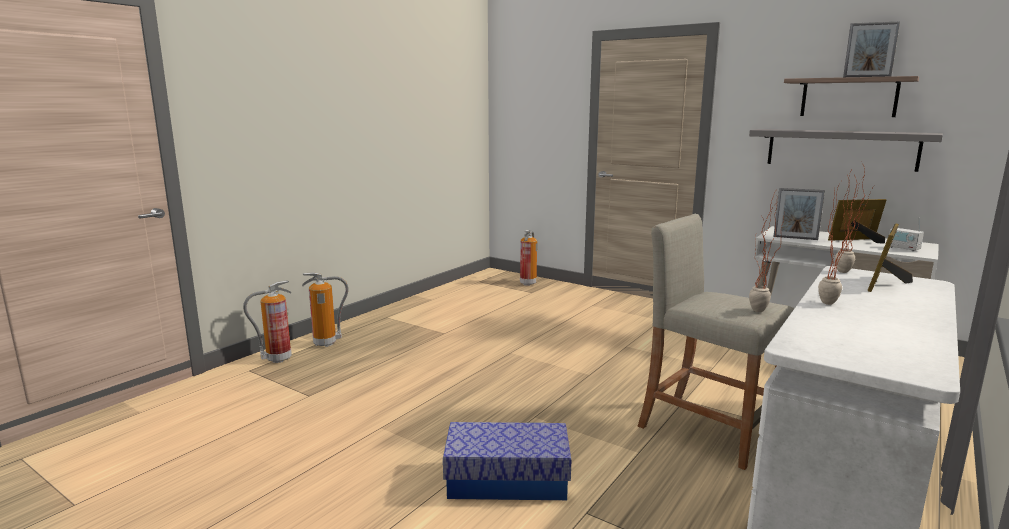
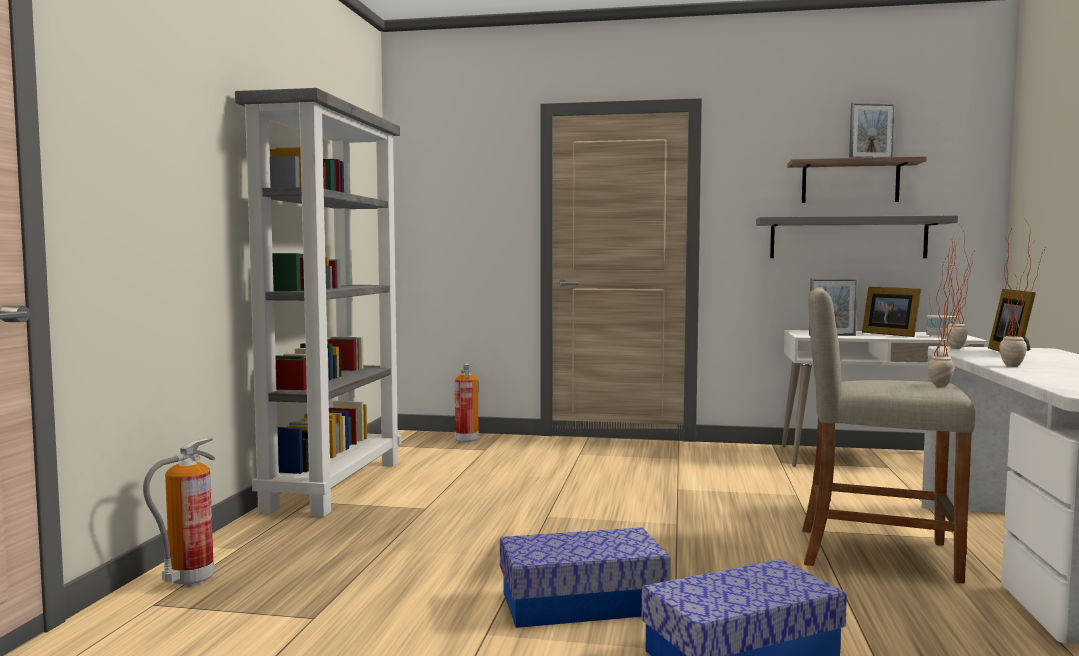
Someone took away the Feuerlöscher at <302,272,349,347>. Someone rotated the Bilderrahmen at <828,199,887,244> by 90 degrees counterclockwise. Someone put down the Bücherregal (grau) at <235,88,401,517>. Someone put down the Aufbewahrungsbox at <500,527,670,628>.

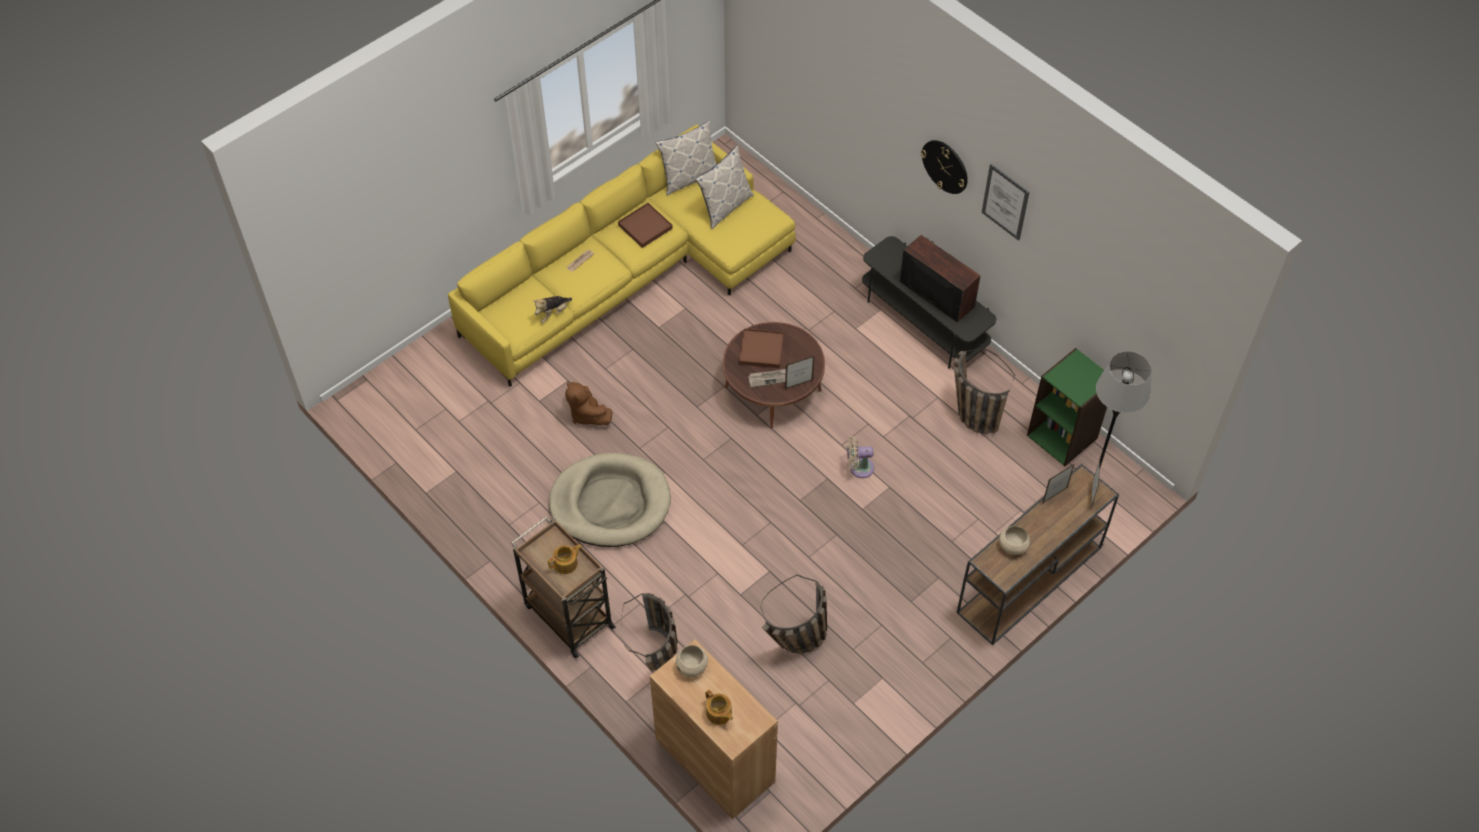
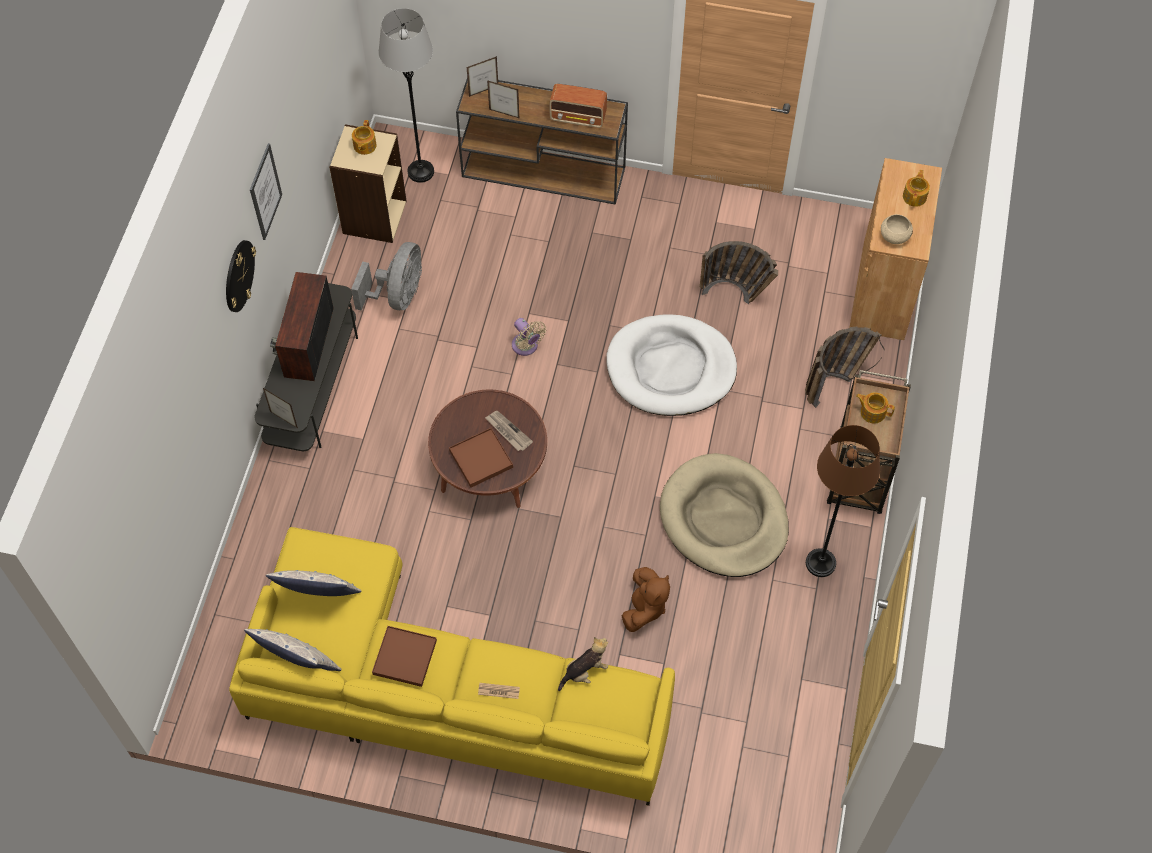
Someone rotated the Plüschtier at <533,296,572,323> by 45 degrees counterclockwise. Someone carried the Bilderrahmen from <785,356,815,389> to <263,388,298,428>. Someone swapped the Korb at <954,347,1015,434> for the Ventilator (grau) at <351,242,422,311>. Someone swapped the Schüssel (beige) at <999,526,1030,555> for the Radio at <549,84,607,128>. Someone repainted the Bücherregal (grün) at <1027,348,1107,466>, which became the Bücherregal (beige) at <329,124,407,243>. Someone put down the Teekanne at <352,120,377,155>. Someone put down the Hundebett (weiß) at <607,314,737,416>. Someone put down the Stehlampe (braun) at <806,425,880,577>.

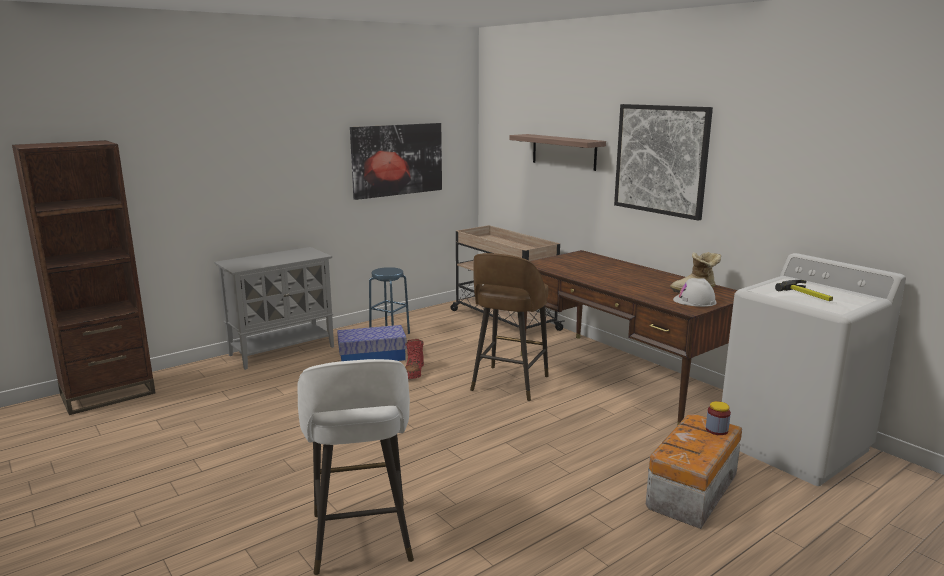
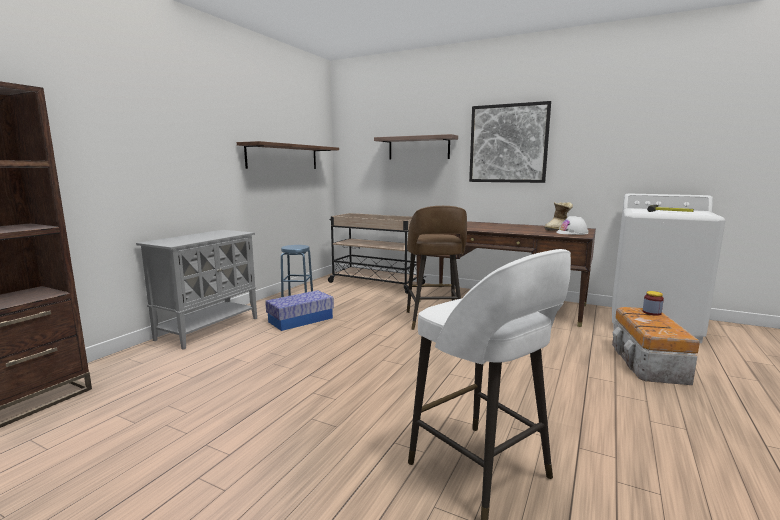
Someone swapped the Bild at <350,123,442,200> for the Wandregal at <237,141,339,169>. Someone took away the Stiefel (rot) at <405,339,424,379>.

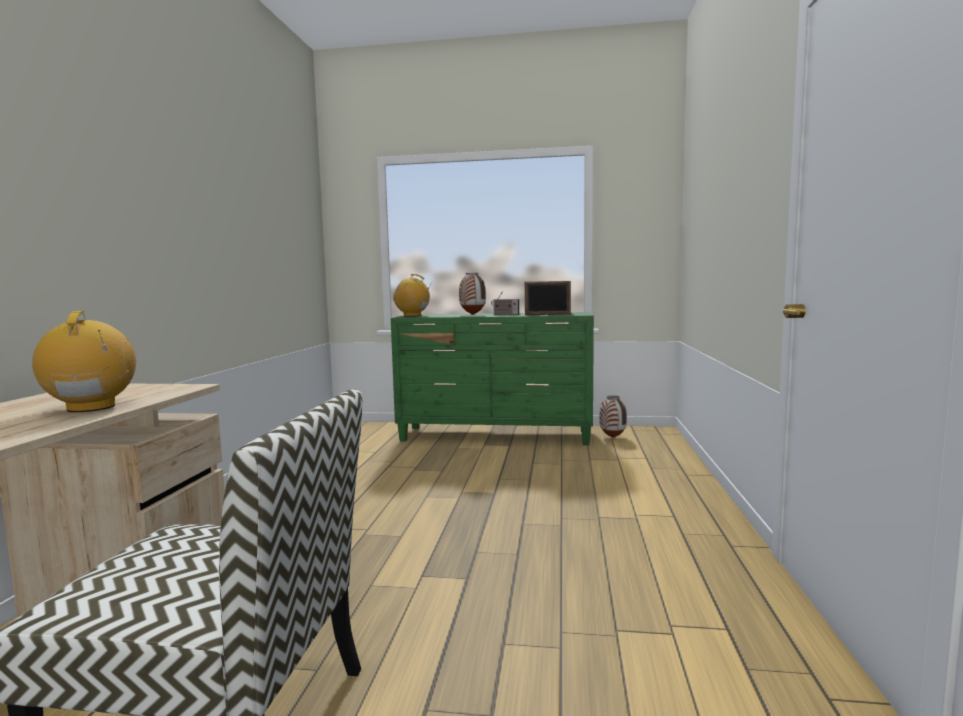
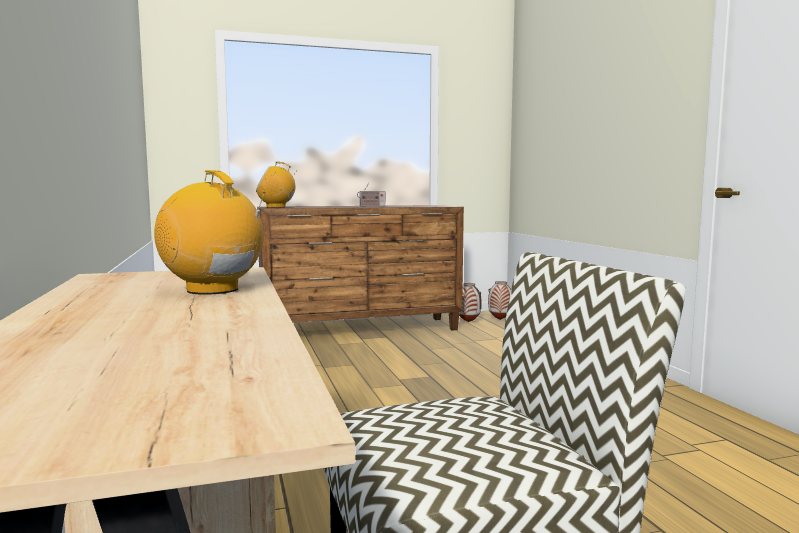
Someone repainted the Kommode (grün) at <391,312,594,445>, which became the Kommode (braun) at <257,205,464,331>. Someone carried the Vase from <459,273,486,315> to <488,281,511,320>. Someone took away the Bilderrahmen at <525,281,571,315>.

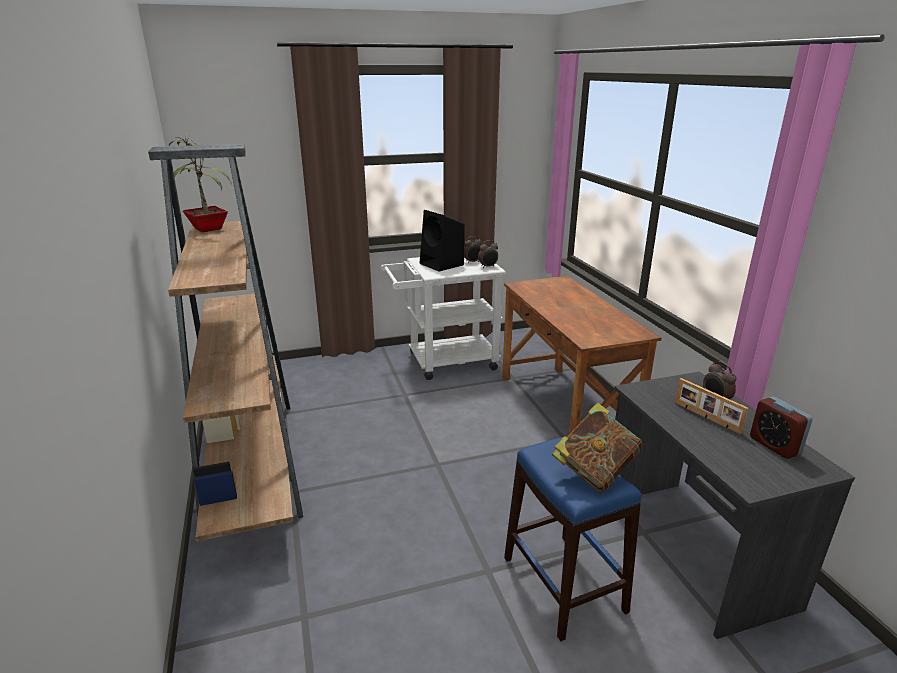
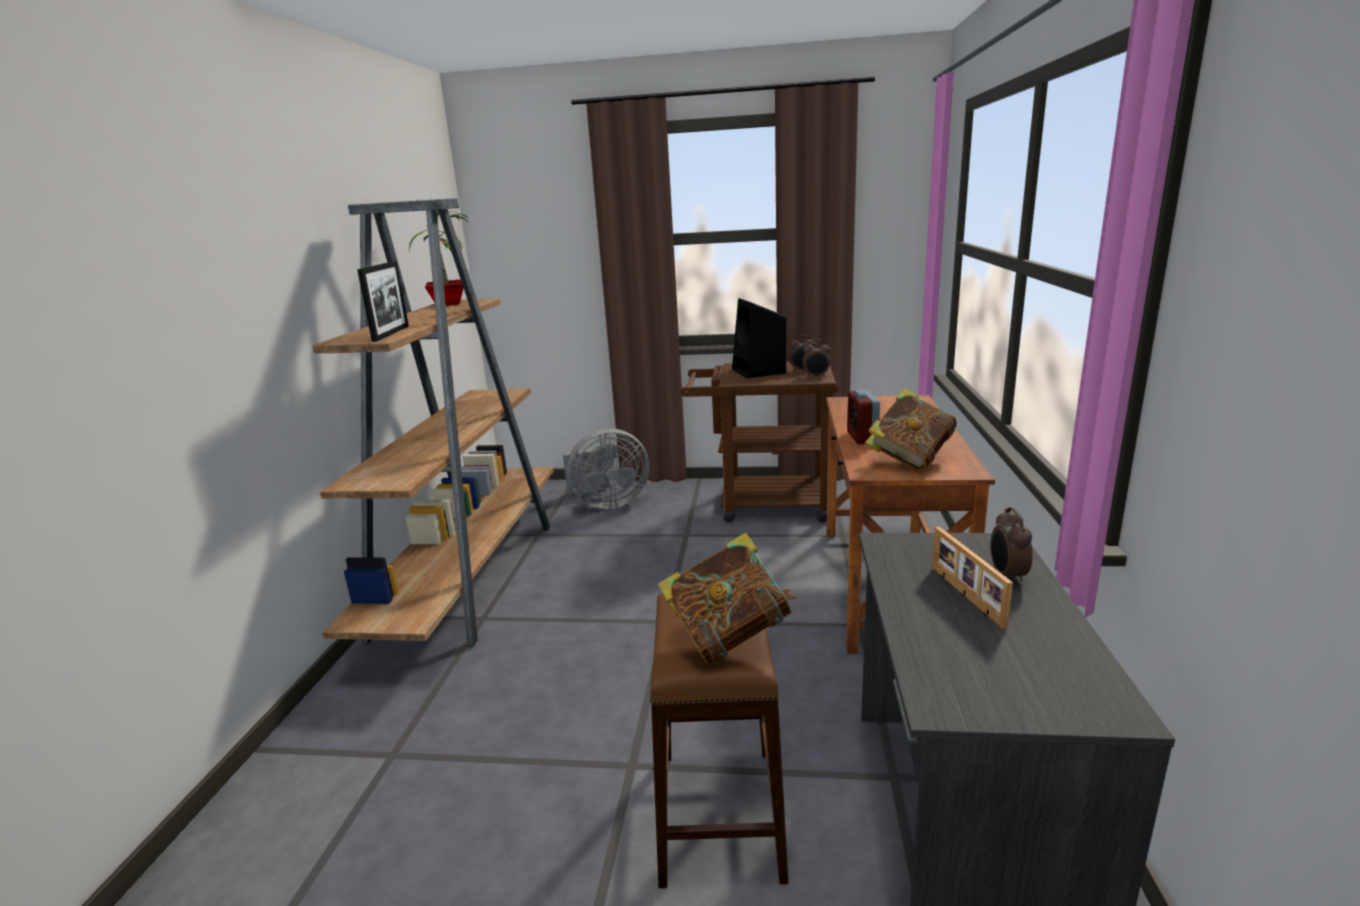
Someone repainted the Rollwagen (weiß) at <381,257,506,380>, which became the Rollwagen (braun) at <680,362,838,523>. Someone repainted the Hocker (blau) at <504,436,642,641>, which became the Hocker (braun) at <650,593,788,888>. Someone carried the Wecker from <750,397,813,459> to <847,390,880,444>. Someone put down the Bilderrahmen at <357,261,409,342>. Someone put down the Ventilator (grau) at <563,428,649,509>. Someone put down the Buch at <864,388,957,471>.

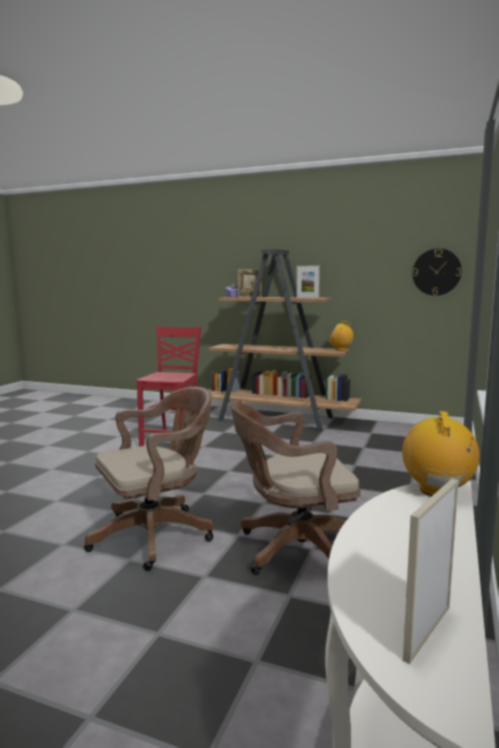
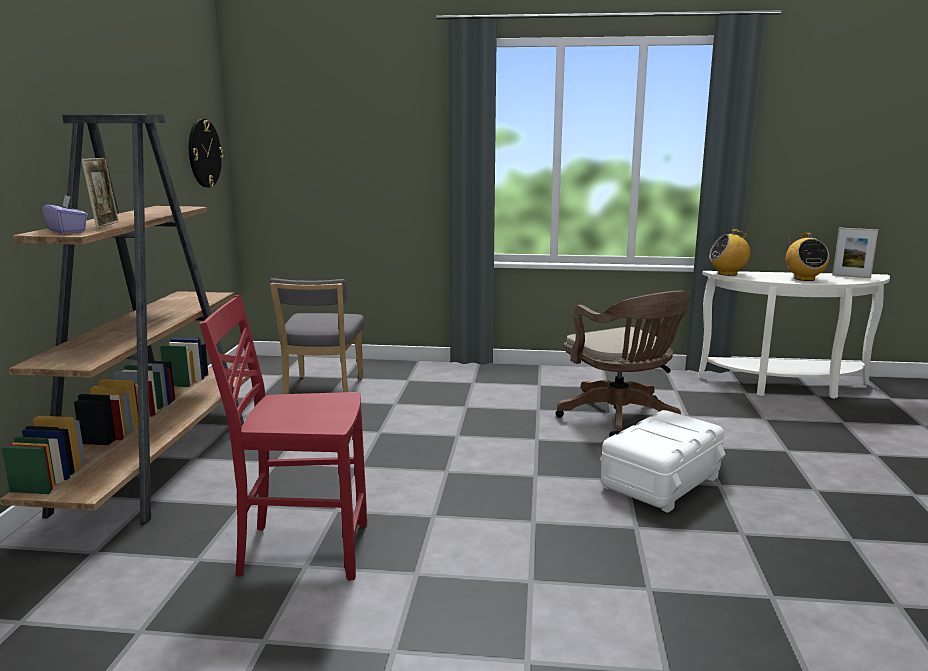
Someone swapped the Bürostuhl (braun) at <84,387,213,571> for the Aufbewahrungsbox (weiß) at <600,410,725,513>. Someone took away the Bilderrahmen at <296,265,320,298>. Someone carried the Radio from <328,321,354,350> to <786,233,829,281>. Someone put down the Stuhl (grau) at <270,278,364,394>.

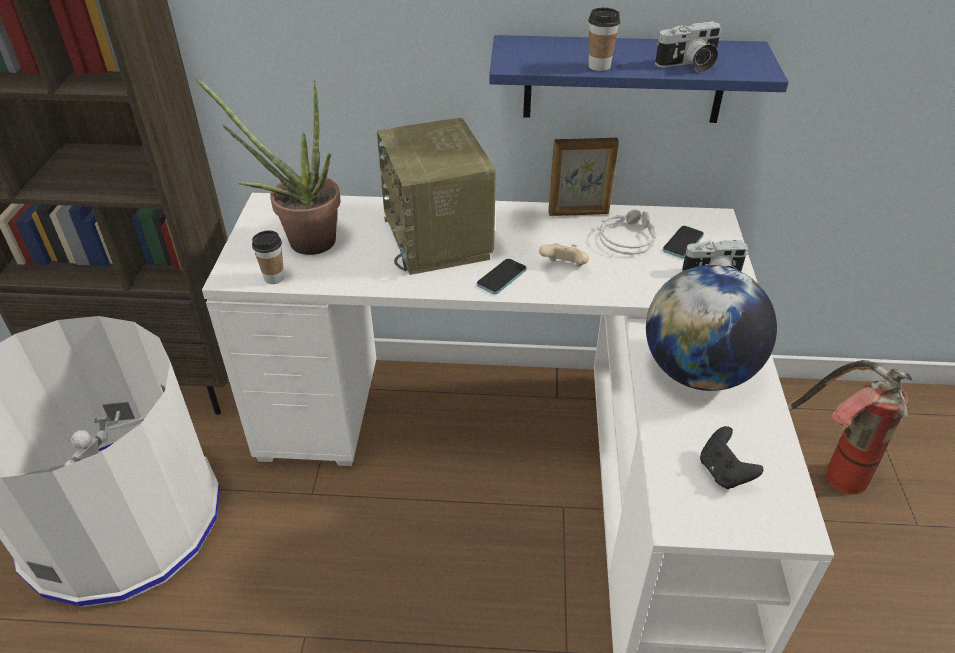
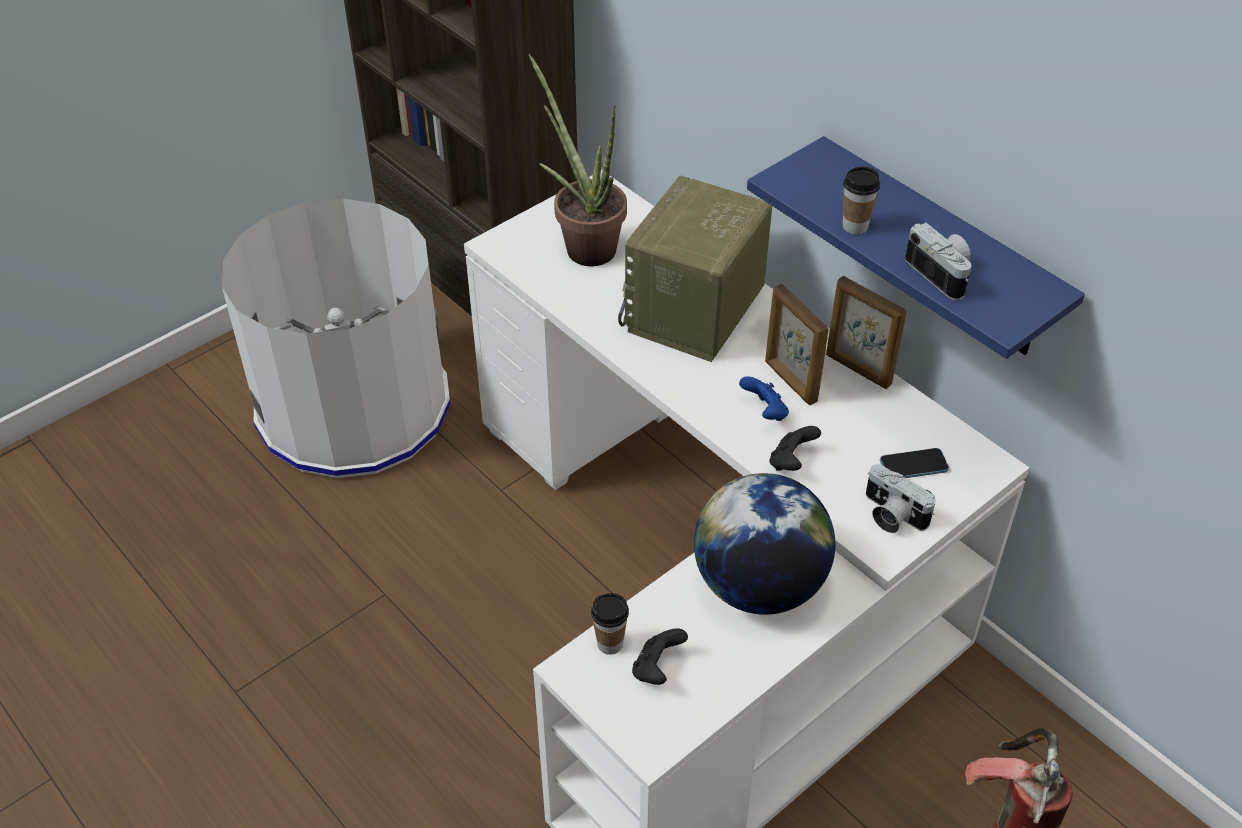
Someone carried the Tasse from <252,230,284,284> to <591,593,629,655>. Someone took away the Handy at <477,258,527,294>. Someone repainted the Gamepad (beige) at <539,243,589,267>, which became the Gamepad (blau) at <739,376,789,421>. Someone took away the Kopfhörer (grau) at <599,209,656,255>. Someone rotated the Kamera at <655,21,721,72> by 150 degrees counterclockwise. Someone put down the Bilderrahmen at <765,283,829,405>. Someone put down the Gamepad (schwarz) at <770,426,821,471>.

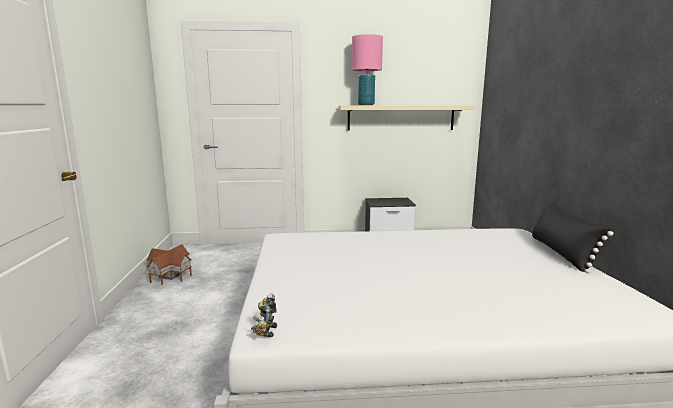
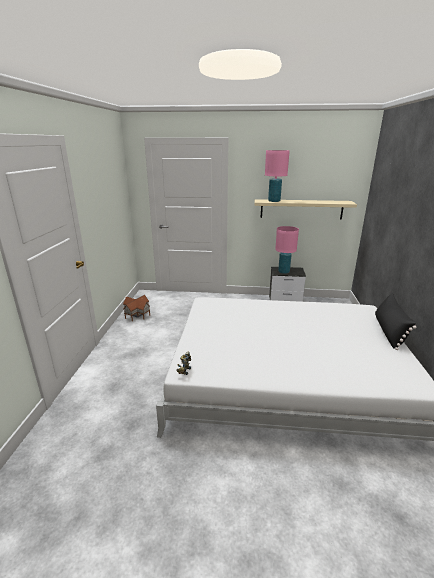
Someone put down the Tischlampe (rosa) at <275,226,299,274>.

